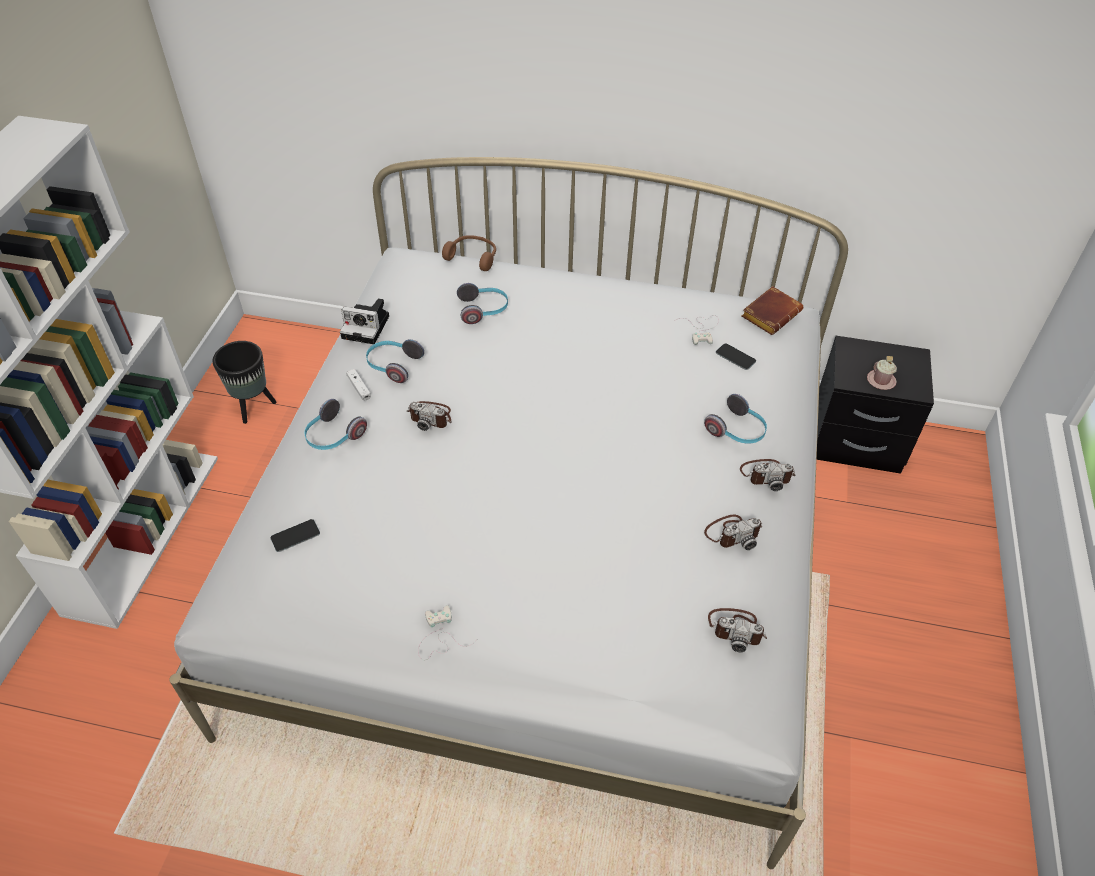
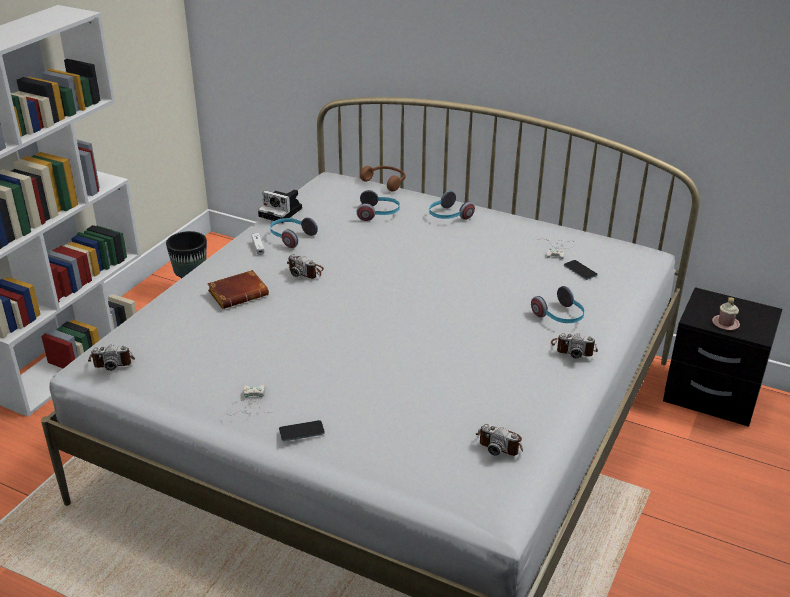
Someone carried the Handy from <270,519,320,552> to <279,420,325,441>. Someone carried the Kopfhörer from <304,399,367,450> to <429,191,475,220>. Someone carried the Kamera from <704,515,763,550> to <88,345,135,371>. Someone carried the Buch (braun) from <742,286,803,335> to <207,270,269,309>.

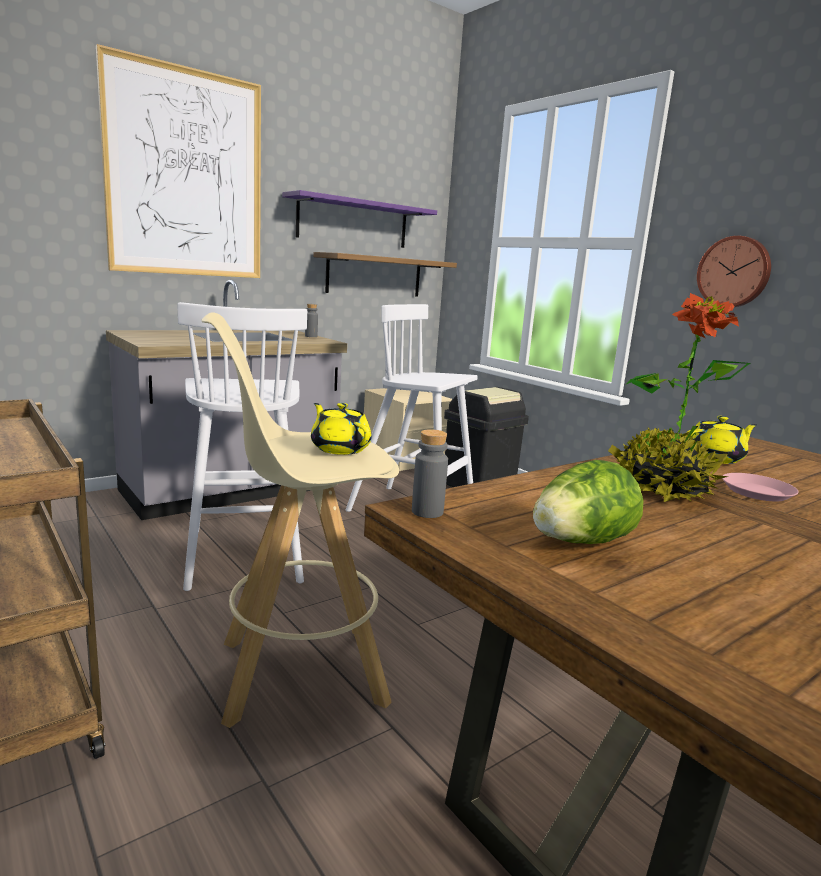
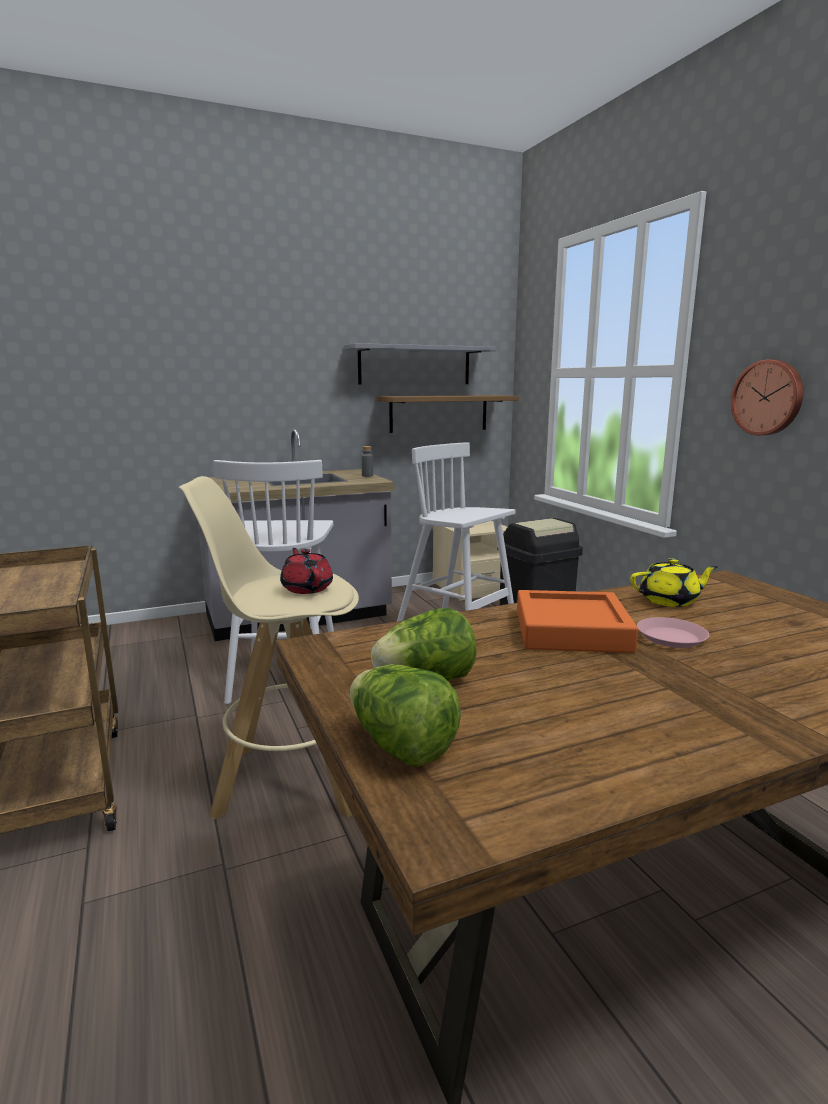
Someone took away the Bild at <96,44,261,278>. Someone repainted the Wandregal (lila) at <282,190,437,248>, which became the Wandregal (grau) at <344,343,496,385>. Someone repainted the Teekanne (gelb) at <311,403,371,455>, which became the Teekanne (rot) at <280,548,333,594>. Someone took away the Flasche (grau) at <412,429,448,518>. Someone swapped the Topfpflanze at <608,293,751,502> for the Tablett (orange) at <517,590,639,653>. Someone put down the Salatkopf at <350,664,461,767>.

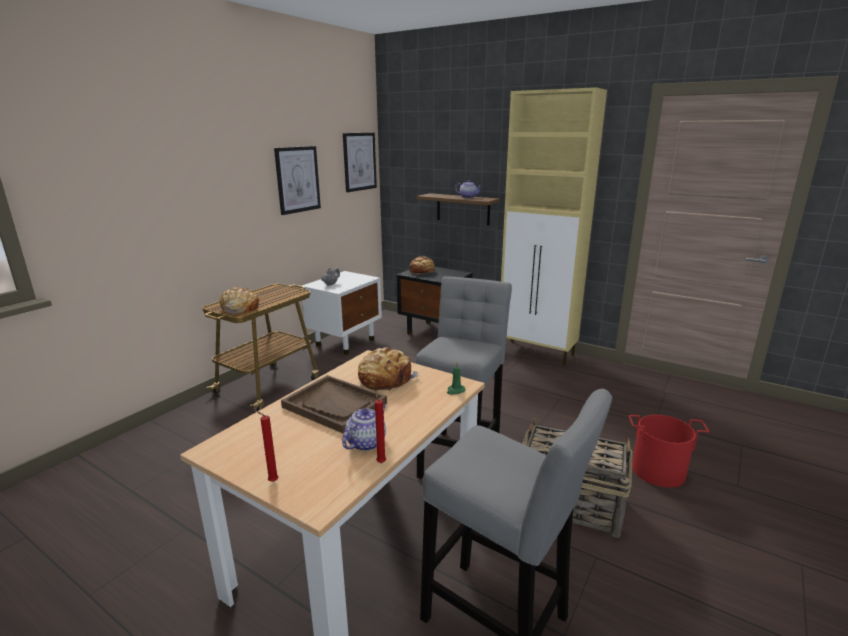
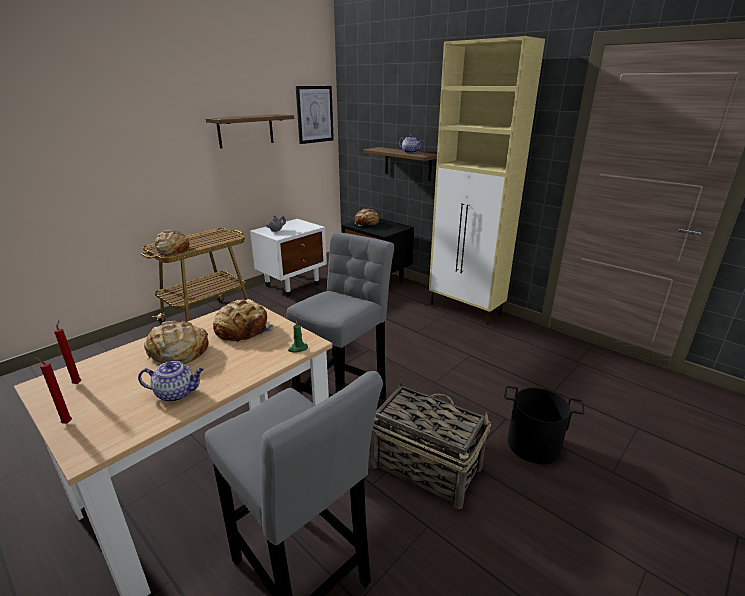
Someone swapped the Bild at <274,146,321,215> for the Wandregal at <206,114,294,148>. Someone swapped the Tablett (braun) at <281,375,387,433> for the Brot at <144,320,209,364>. Someone rotated the Teekanne at <342,403,386,451> by 45 degrees clockwise. Someone carried the Kerze (rot) from <375,391,386,463> to <54,320,81,384>. Someone repainted the Eimer (rot) at <629,415,709,488>, which became the Eimer (schwarz) at <504,386,584,464>.

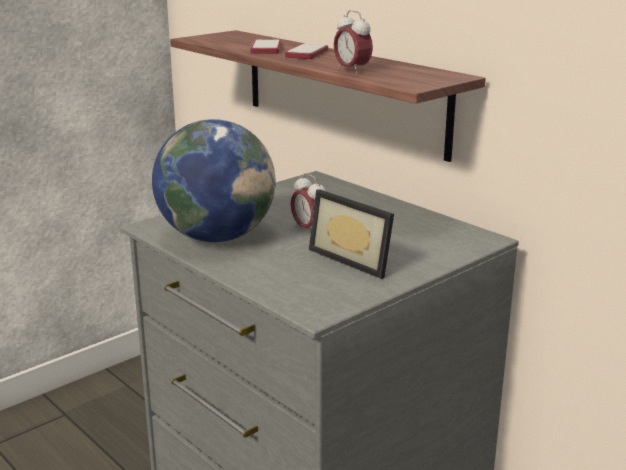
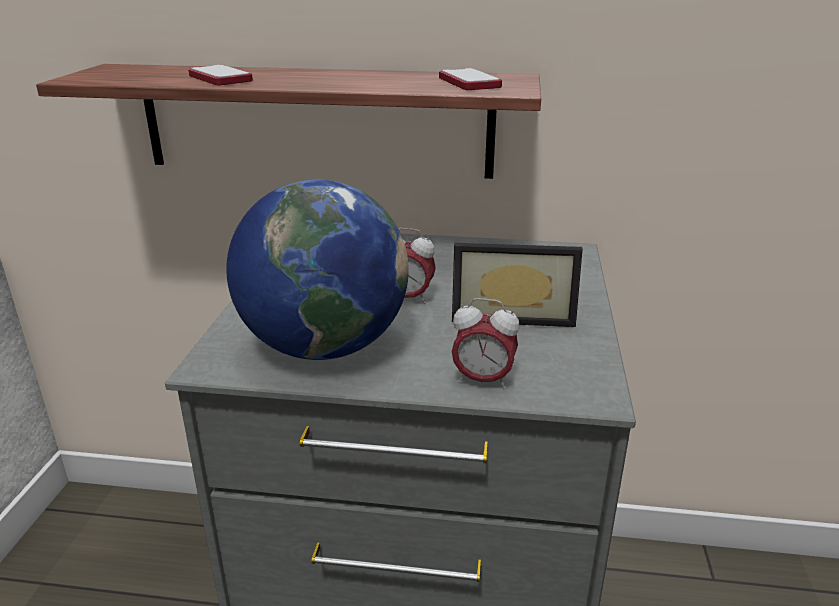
Someone carried the Handy from <285,43,328,59> to <439,68,502,90>. Someone carried the Wecker from <334,10,373,74> to <452,298,519,389>.

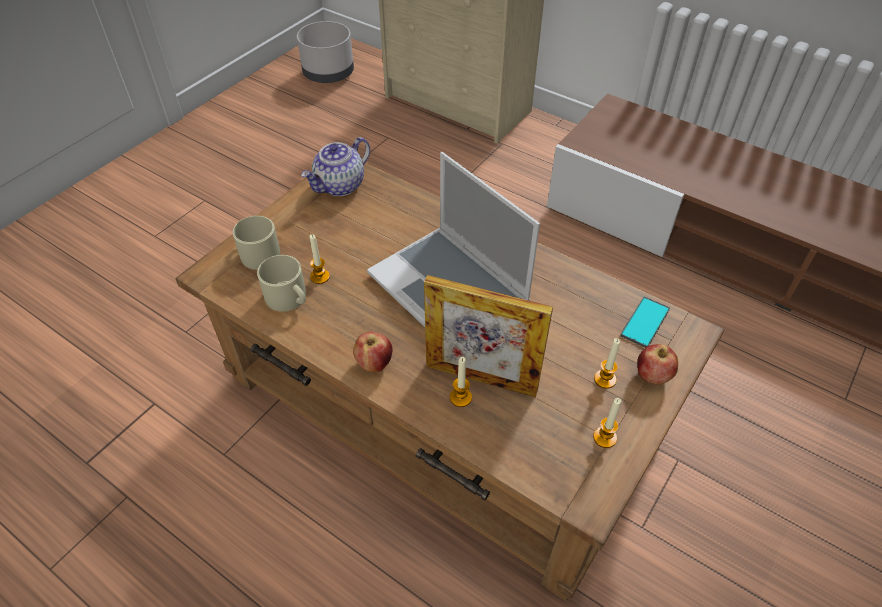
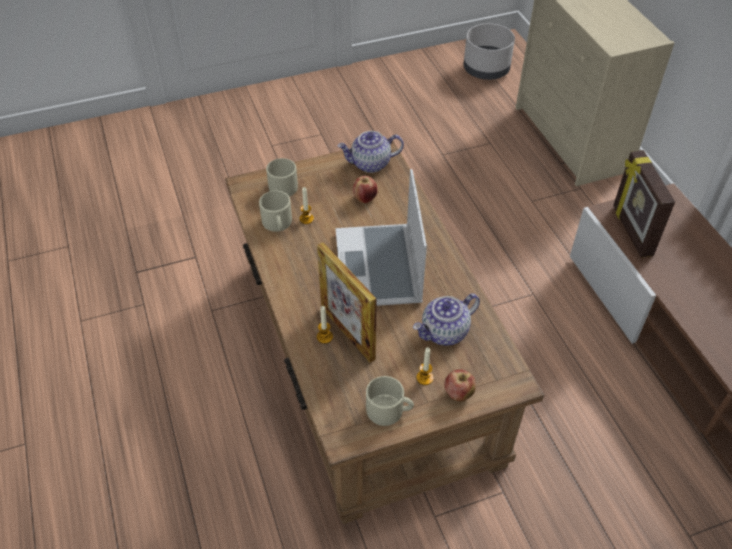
Someone carried the Apfel from <353,332,393,372> to <353,176,378,203>. Someone swapped the Kerze at <593,398,621,448> for the Henkelbecher (beige) at <366,376,414,426>. Someone took away the Handy at <620,297,670,347>. Someone put down the Teekanne at <413,293,480,346>. Someone put down the Bilderrahmen at <613,150,675,258>.

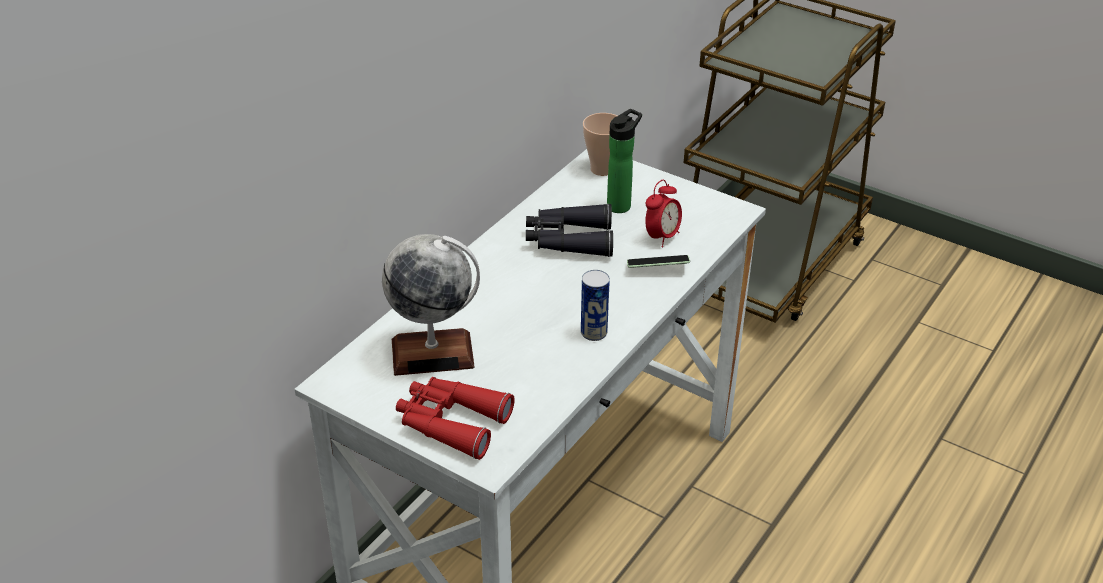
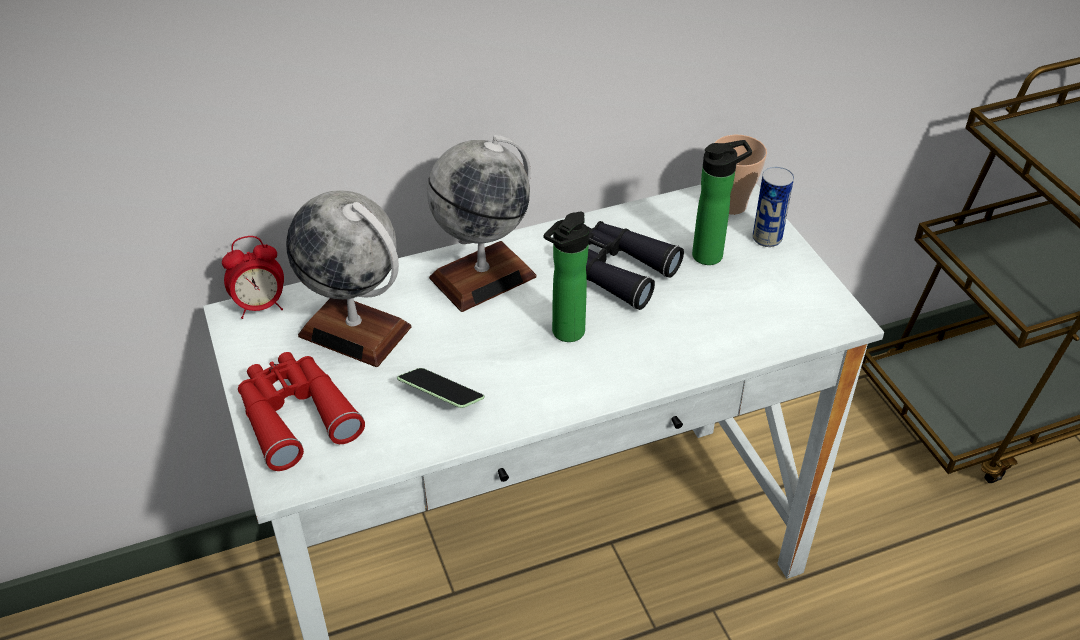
Someone carried the Dose from <581,270,610,341> to <753,167,794,247>. Someone carried the Handy from <627,255,690,268> to <397,368,485,408>. Someone carried the Wecker from <645,180,682,247> to <222,236,284,319>. Someone put down the Globus at <427,135,537,312>. Someone put down the Flasche at <544,212,589,342>.

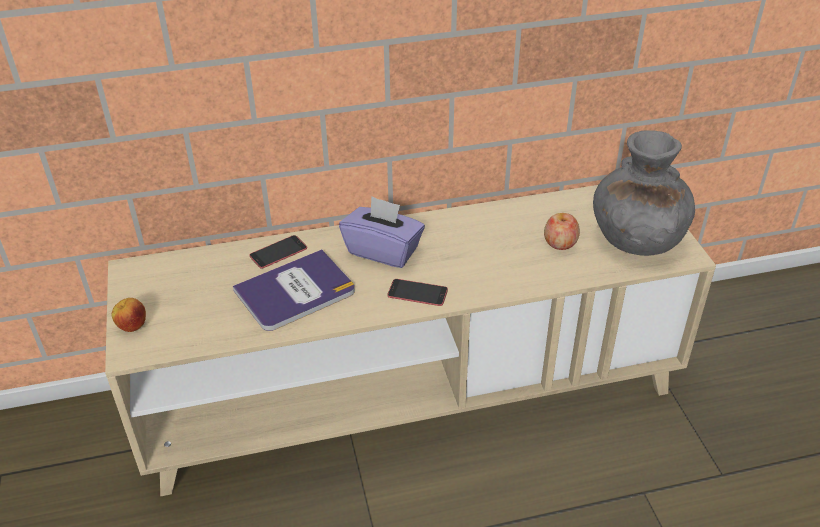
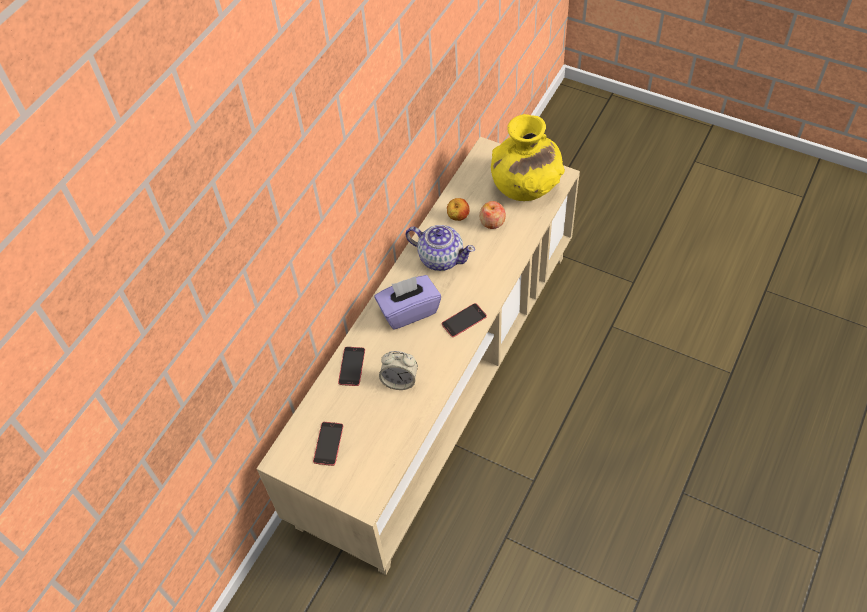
Someone carried the Apfel from <111,298,146,332> to <447,198,470,221>. Someone swapped the Buch at <233,249,355,331> for the Wecker at <379,351,418,390>. Someone repainted the Vase (grau) at <593,130,695,256>, which became the Vase (gelb) at <491,114,565,201>. Someone put down the Handy at <313,422,343,466>. Someone put down the Teekanne at <406,225,475,271>.

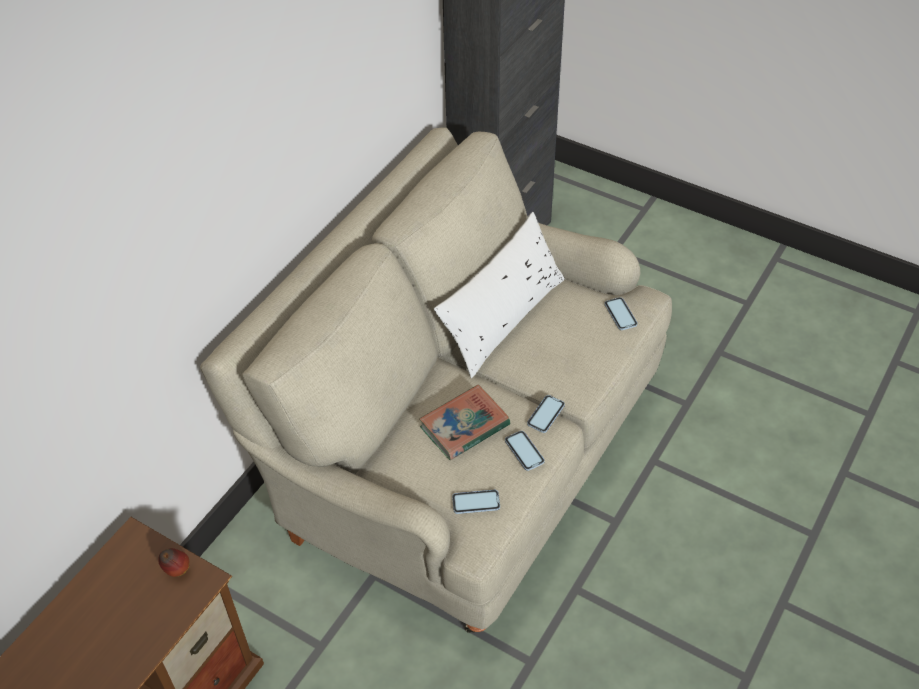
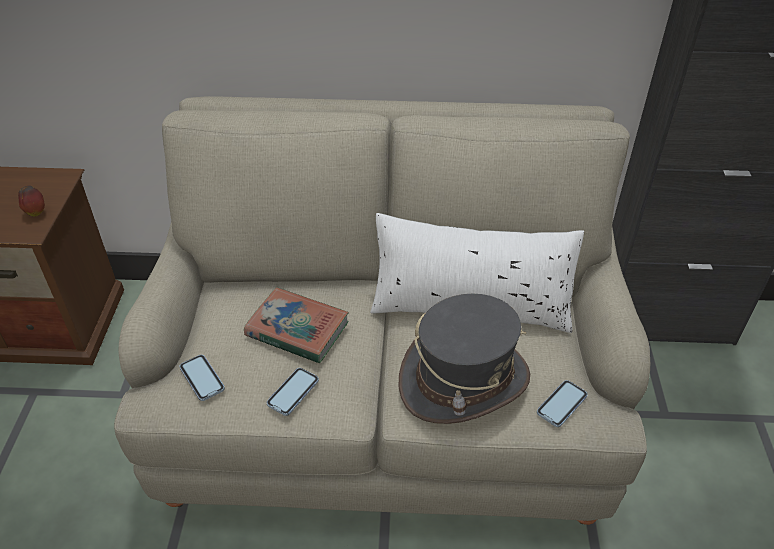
Someone took away the Handy at <527,395,565,433>. Someone put down the Hut (grau) at <399,294,530,424>.

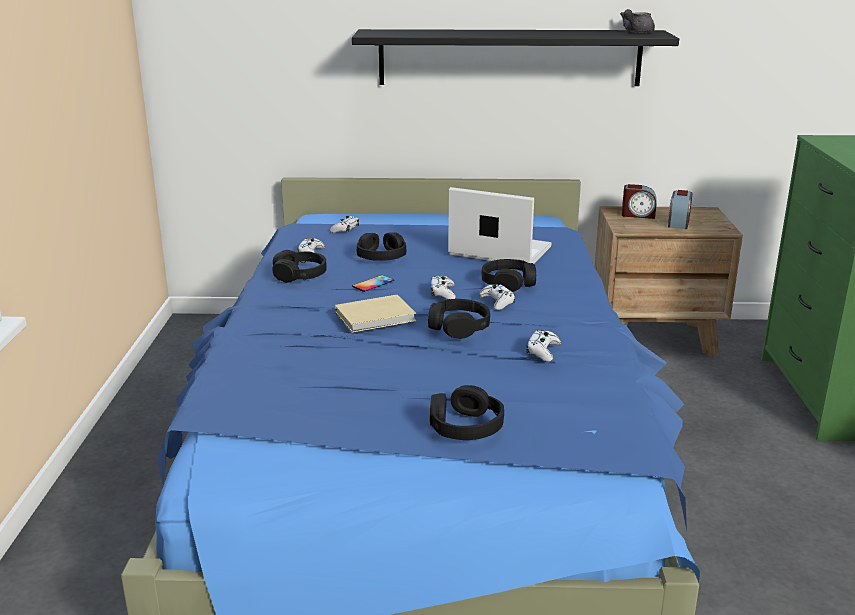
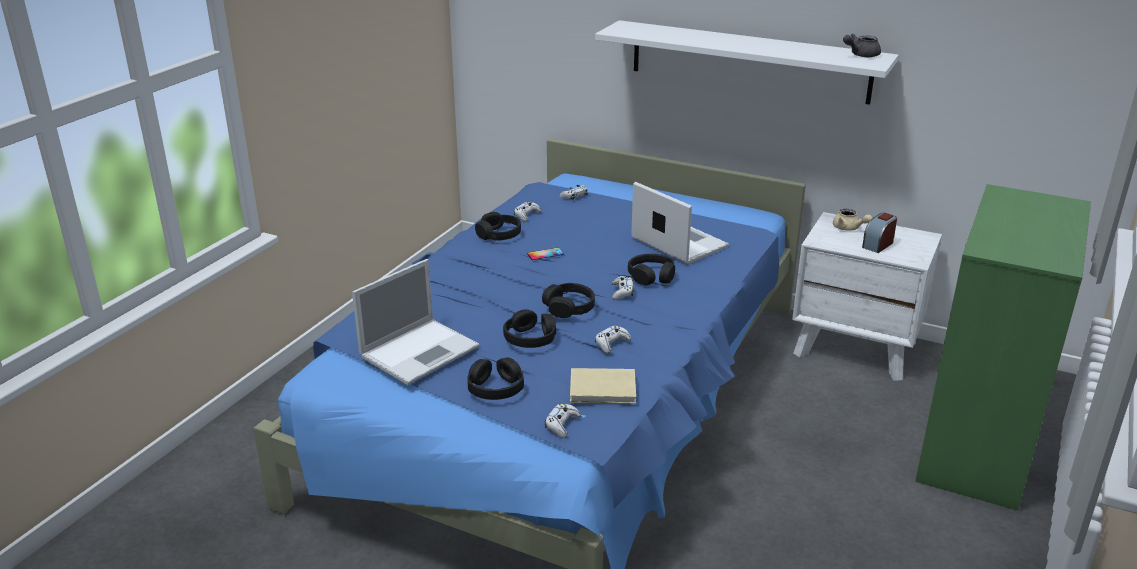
Someone carried the Buch (beige) from <335,295,416,333> to <570,368,636,404>. Someone repainted the Wandregal (schwarz) at <352,29,679,86>, which became the Wandregal (weiß) at <595,20,899,105>. Someone carried the Kopfhörer (schwarz) from <357,232,406,261> to <503,309,556,348>. Someone carried the Gamepad (weiß) from <431,275,456,299> to <545,403,581,438>. Someone repainted the Nachttisch (braun) at <595,206,743,358>, which became the Nachttisch (weiß) at <792,212,942,381>. Someone swapped the Wecker at <622,184,657,219> for the Teekanne (beige) at <833,209,872,231>. Someone put down the Laptop at <352,259,479,385>.

